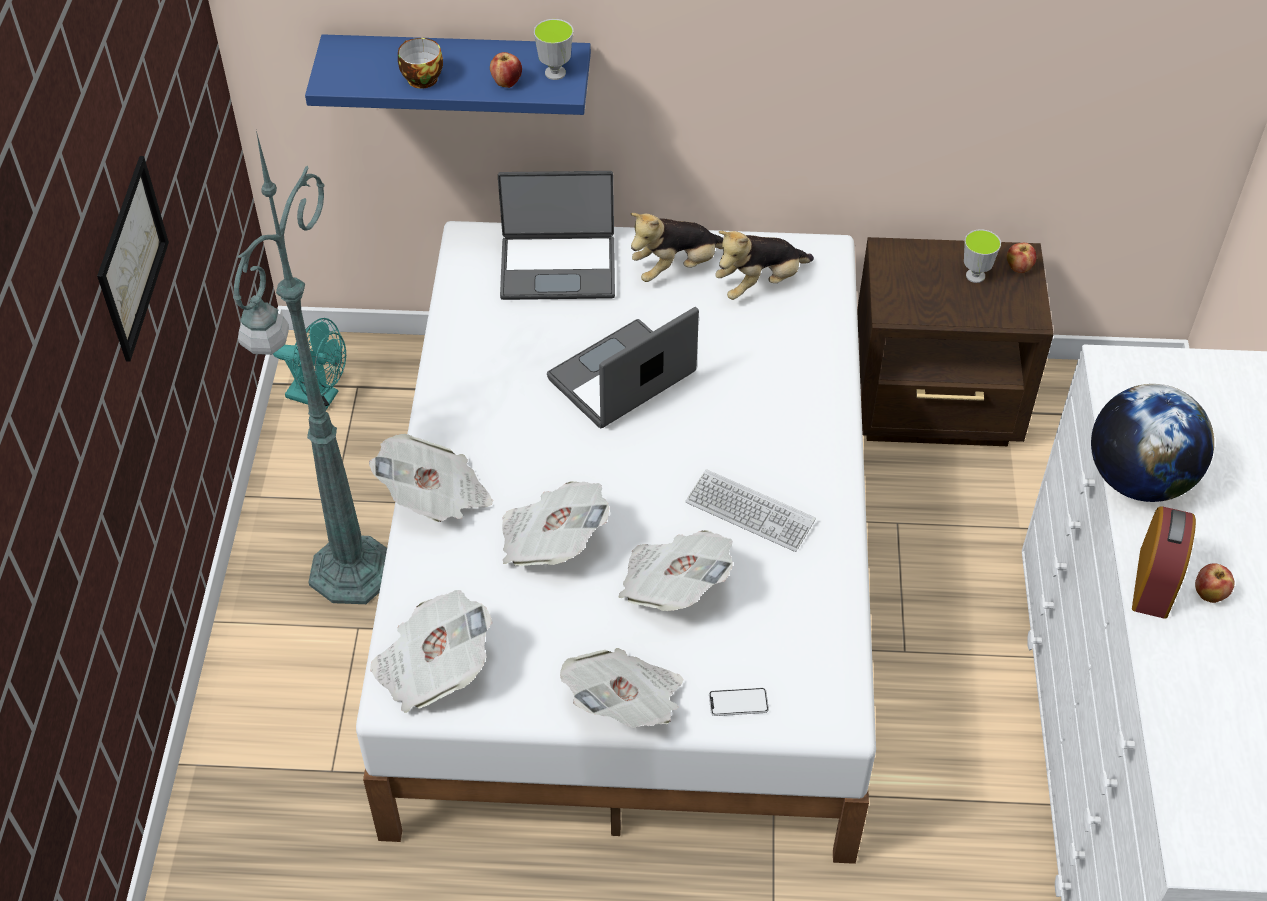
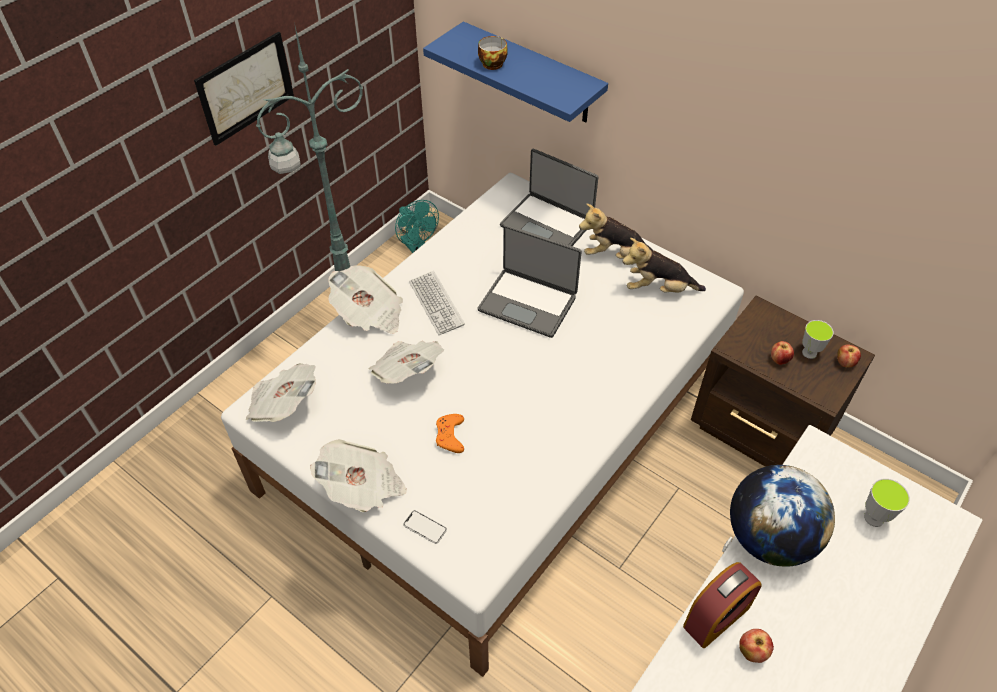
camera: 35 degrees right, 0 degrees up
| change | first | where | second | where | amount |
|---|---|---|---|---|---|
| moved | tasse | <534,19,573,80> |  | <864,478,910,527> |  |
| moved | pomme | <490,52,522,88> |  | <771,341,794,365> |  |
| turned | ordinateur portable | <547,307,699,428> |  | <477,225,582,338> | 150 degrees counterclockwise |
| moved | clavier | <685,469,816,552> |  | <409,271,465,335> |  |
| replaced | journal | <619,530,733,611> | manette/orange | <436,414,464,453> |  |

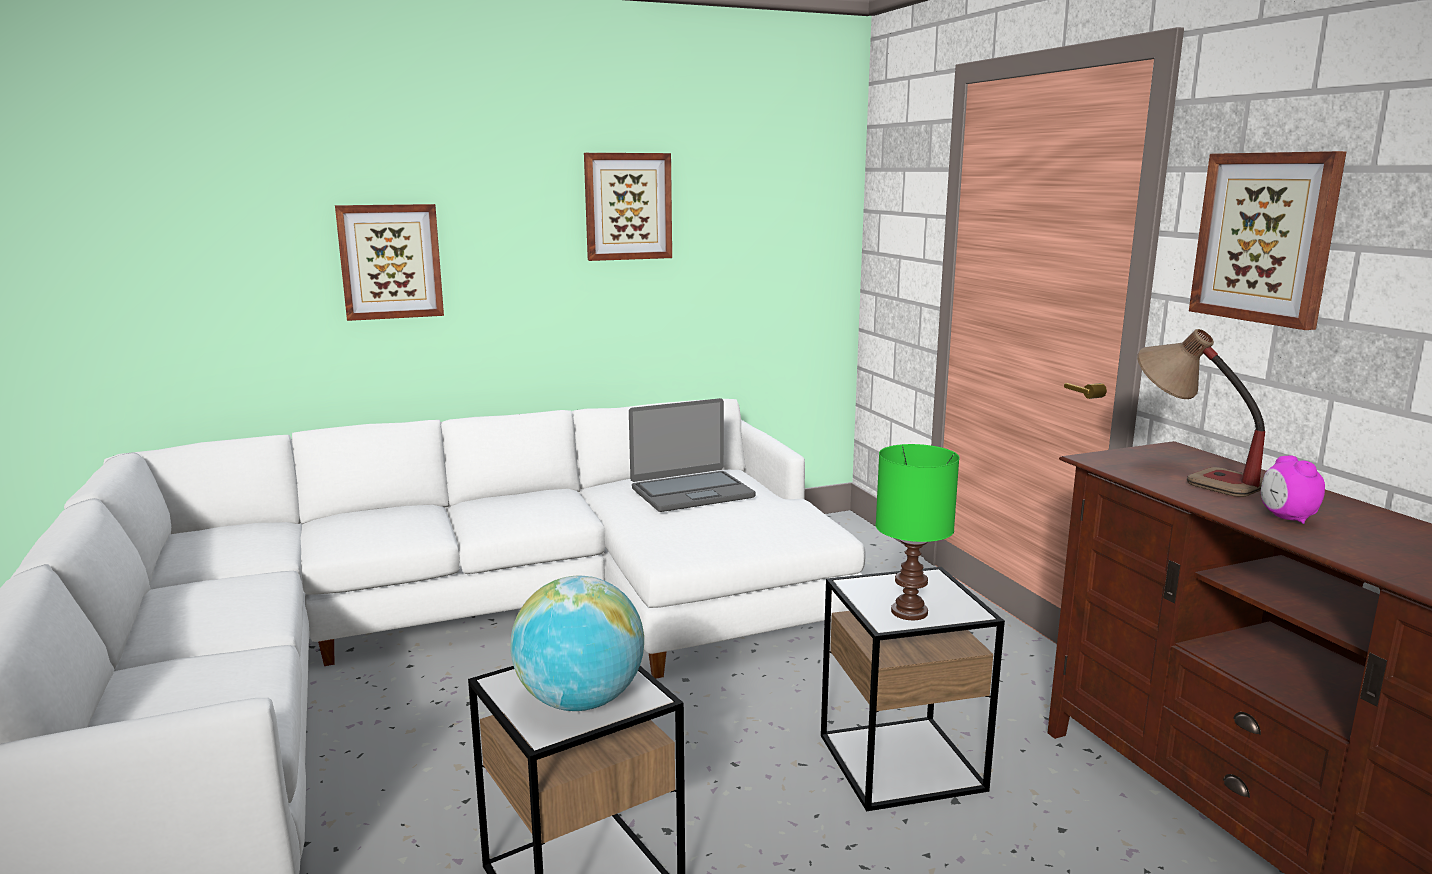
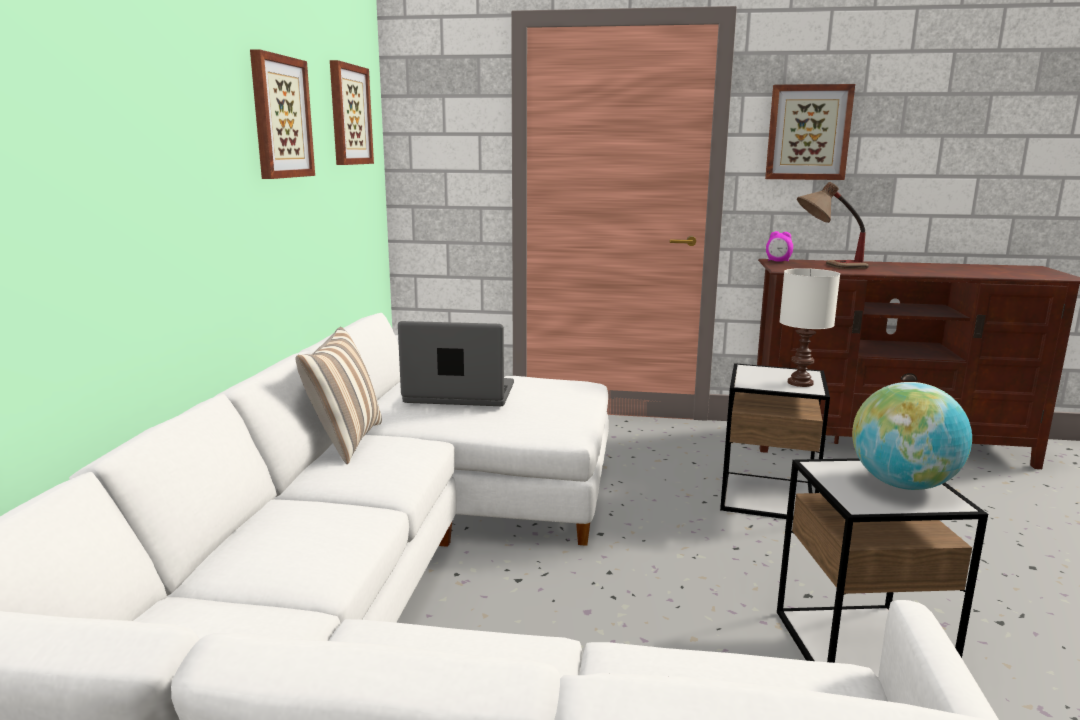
camera: 60 degrees left, 0 degrees up
| change | first | where | second | where | amount |
|---|---|---|---|---|---|
| moved | tableau | <335,204,444,321> |  | <330,60,374,165> |  |
| turned | ordinateur portable | <629,398,756,512> |  | <398,321,514,406> | 90 degrees counterclockwise |
| recoloured | lampe de table/vert | <876,444,959,620> | lampe de table/blanc | <779,268,840,387> |  |
| moved | réveil | <1261,455,1325,524> |  | <766,231,793,262> |  |
| added |  |  | coussin | <295,327,382,464> |  |

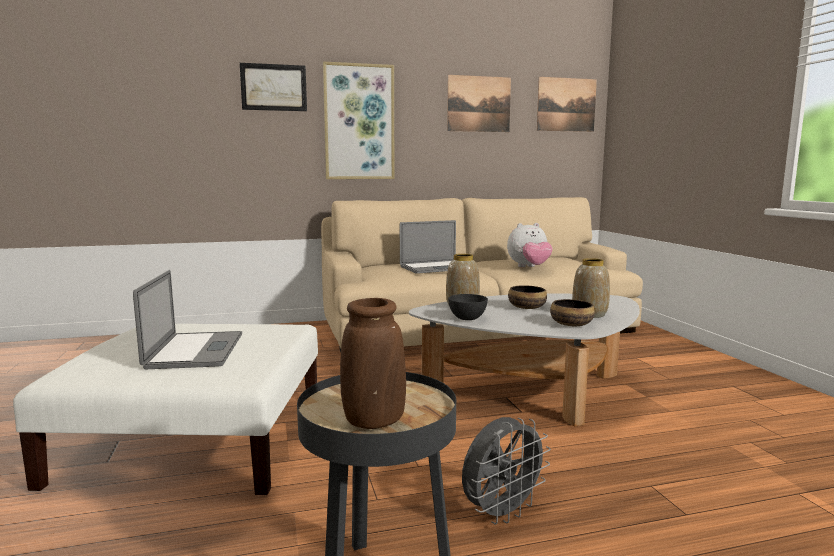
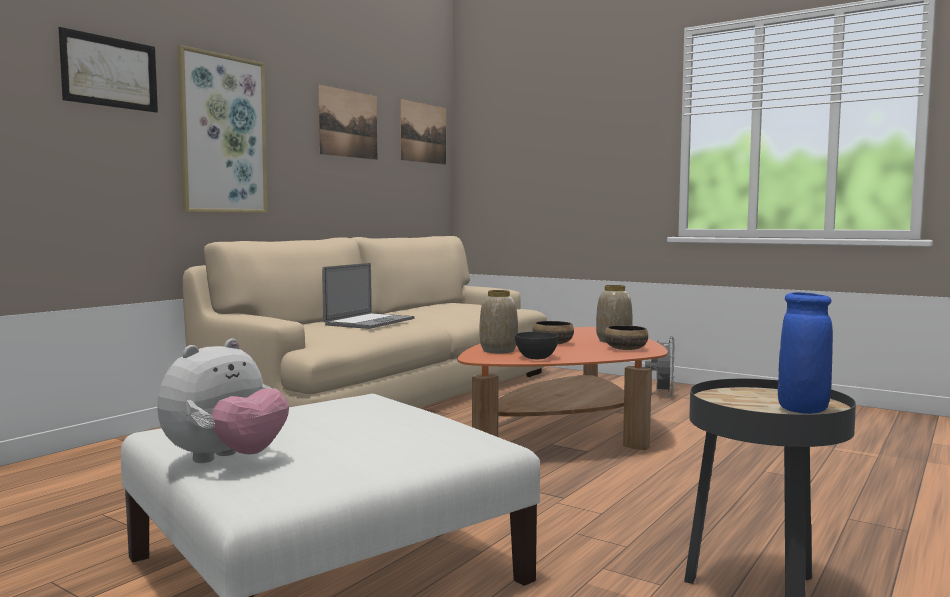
camera: 40 degrees left, 5 degrees down
| change | first | where | second | where | amount |
|---|---|---|---|---|---|
| moved | peluche | <507,223,553,267> |  | <157,339,289,463> |  |
| removed | ordinateur portable | <133,270,242,369> |  |  |  |
| recoloured | table basse/blanc | <409,294,640,426> | table basse/orange | <458,327,668,450> |  |
| recoloured | vase/marron | <340,298,406,429> | vase/bleu | <778,292,833,414> |  |
| moved | ventilateur/gris | <462,417,551,525> |  | <645,336,675,397> |  |

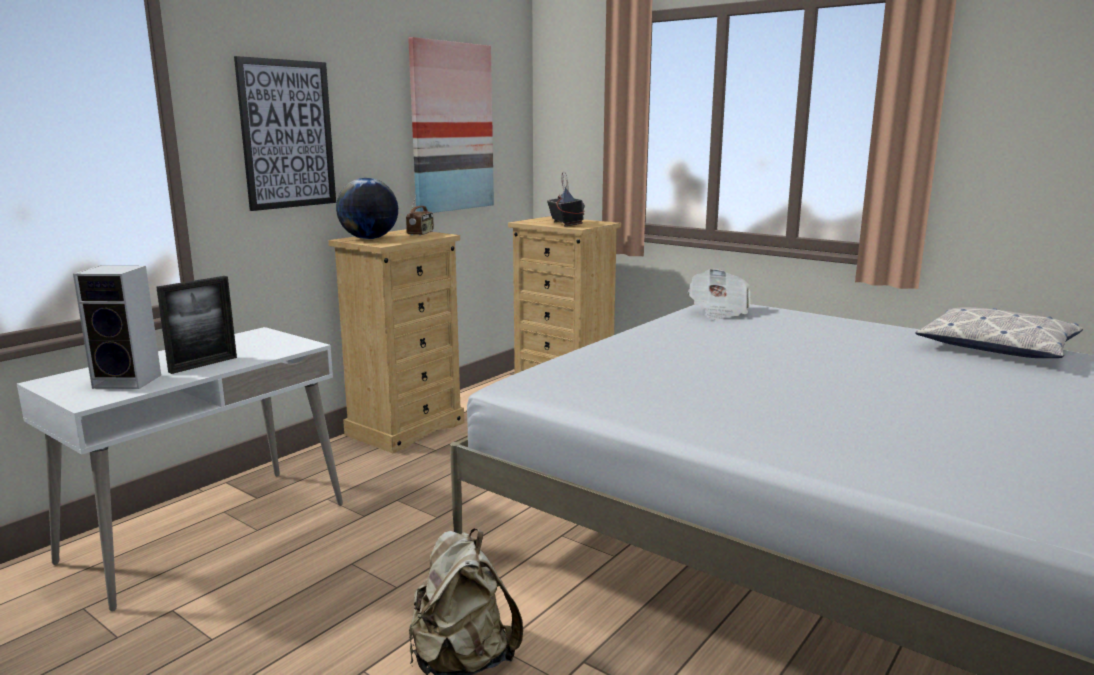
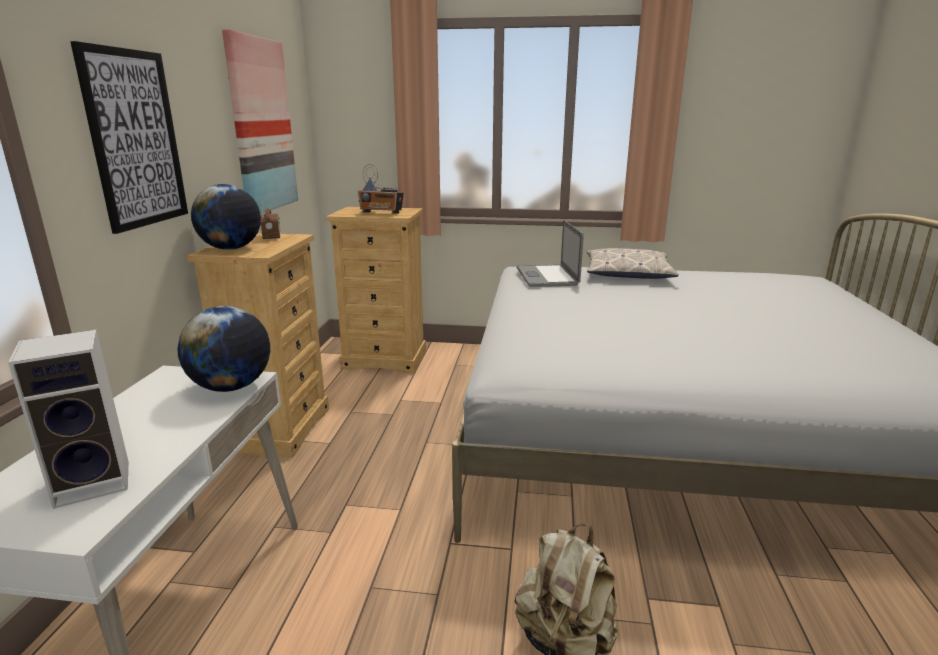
camera: 30 degrees left, 5 degrees up
| change | first | where | second | where | amount |
|---|---|---|---|---|---|
| turned | radio | <547,171,585,227> |  | <358,164,404,214> | 150 degrees clockwise |
| replaced | journal | <688,268,751,320> | ordinateur portable | <516,220,584,287> |  |
| removed | cadre photo | <156,276,237,374> |  |  |  |
| moved | coussin | <915,307,1083,358> |  | <587,248,679,279> |  |
| added |  |  | globe | <177,306,270,392> |  |

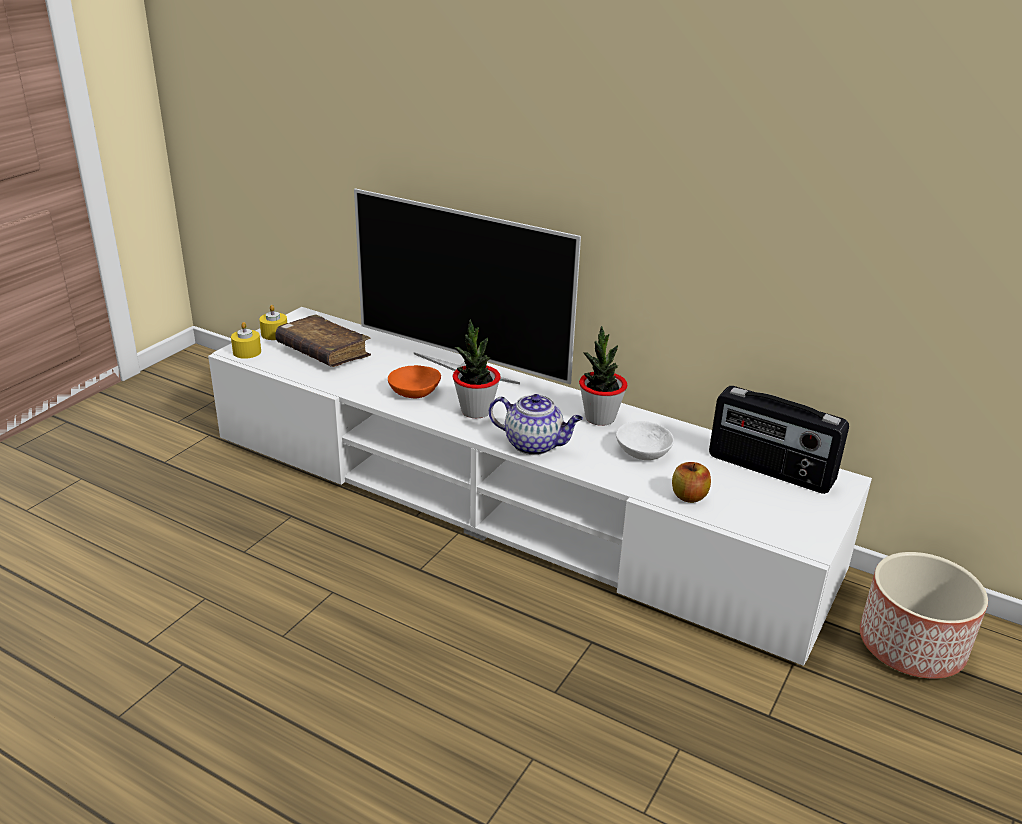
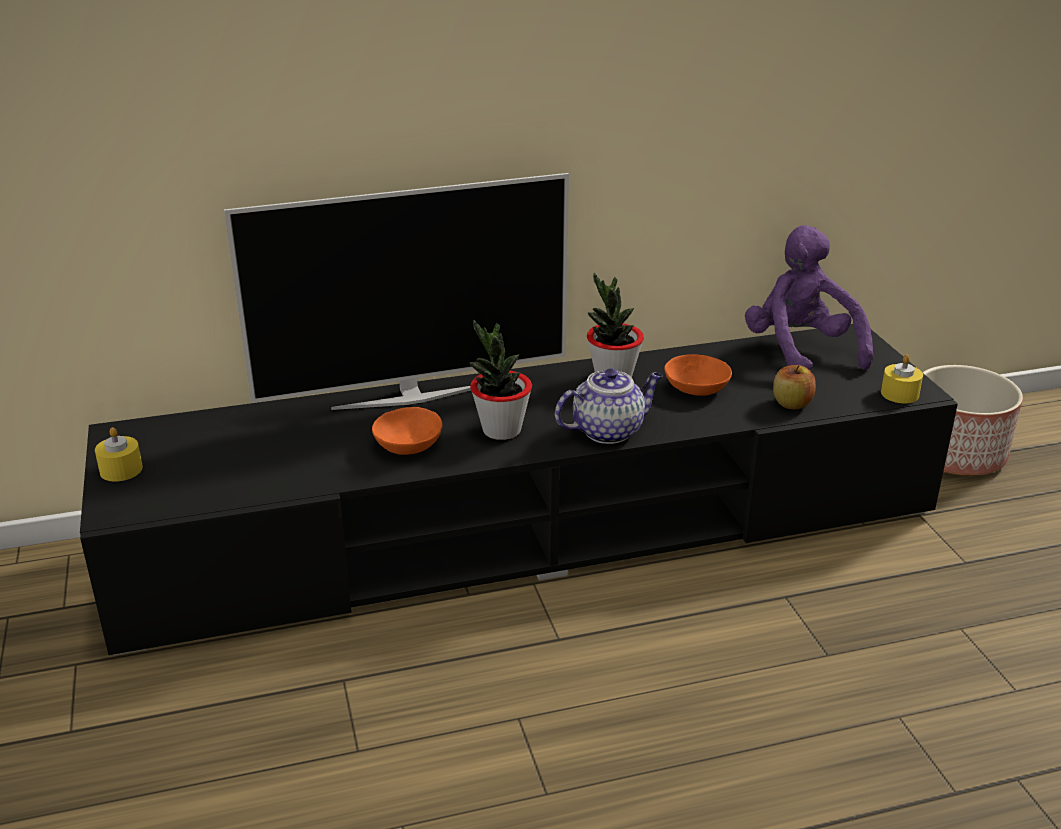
camera: 45 degrees left, 0 degrees up
| change | first | where | second | where | amount |
|---|---|---|---|---|---|
| recoloured | meuble télé/blanc | <208,307,872,666> | meuble télé/noir | <80,324,958,655> |  |
| removed | livre/marron | <275,314,371,367> |  |  |  |
| moved | bougie/jaune | <231,322,261,359> |  | <881,354,923,403> |  |
| replaced | radio | <709,386,849,494> | peluche/violet | <745,225,873,371> |  |
| recoloured | bol/blanc | <616,421,674,460> | bol/orange | <664,354,732,396> |  |

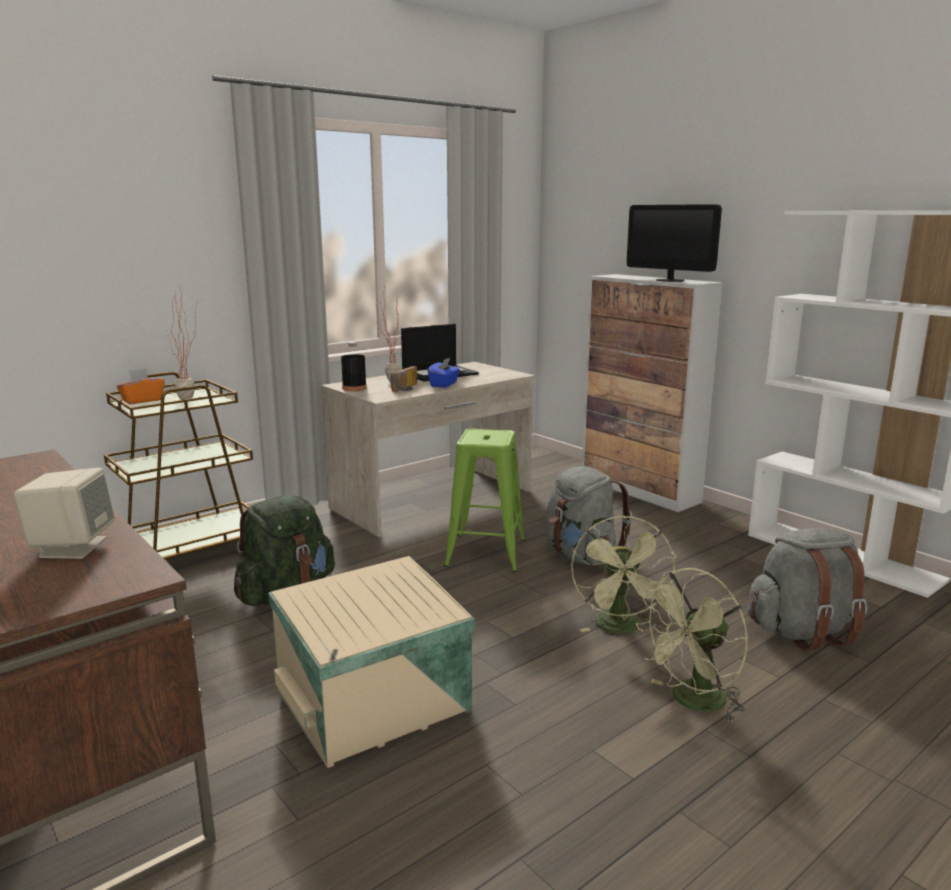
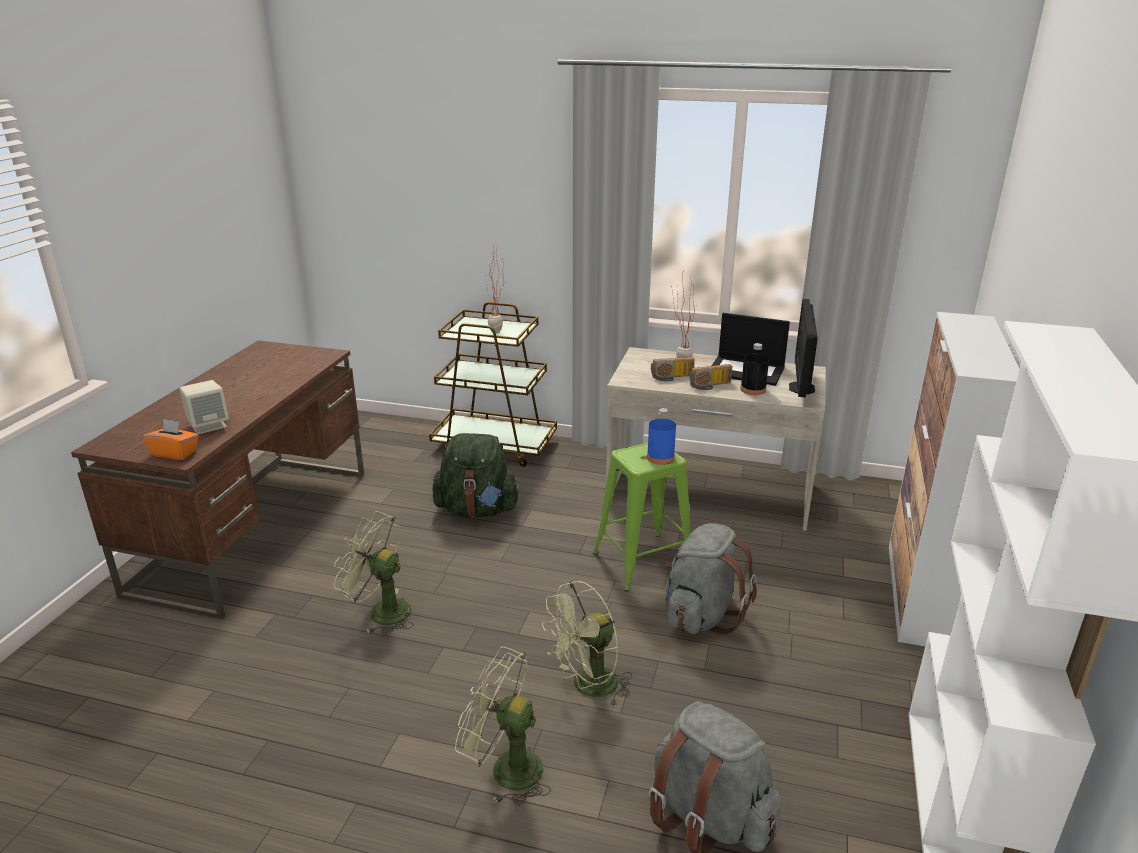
camera: 55 degrees right, 10 degrees up
| change | first | where | second | where | amount |
|---|---|---|---|---|---|
| moved | écran d'ordinateur | <627,204,722,282> |  | <789,299,818,397> |  |
| moved | bouteille/noir | <341,342,367,391> |  | <740,343,769,395> |  |
| replaced | boîte à mouchoirs/bleu | <428,358,460,388> | radio | <690,364,732,390> |  |
| moved | boîte à mouchoirs/orange | <117,368,165,404> |  | <143,419,199,460> |  |
| replaced | boîte de rangement/beige | <268,556,475,768> | ventilateur/vert | <334,511,414,635> |  |
| added |  |  | bouteille/bleu | <647,408,676,465> |  |

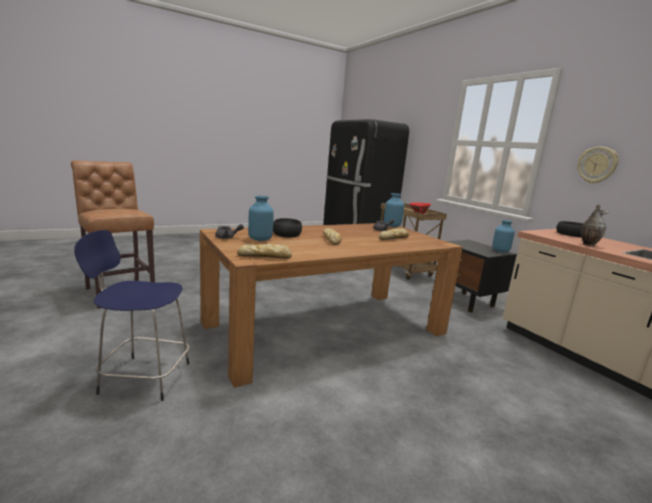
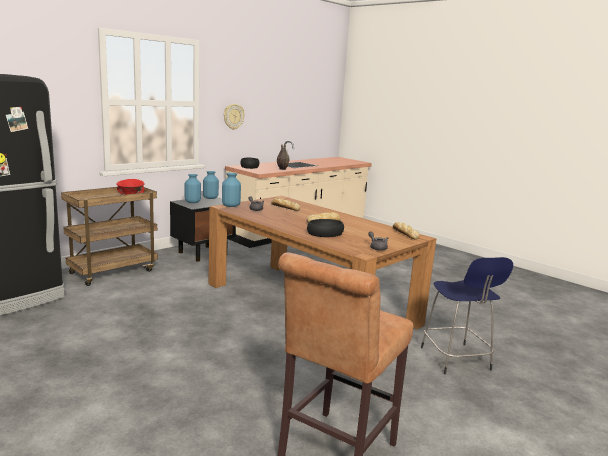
camera: 105 degrees left, 0 degrees up
| change | first | where | second | where | amount |
|---|---|---|---|---|---|
| moved | vase/bleu | <248,196,274,241> |  | <185,174,201,203> |  |

